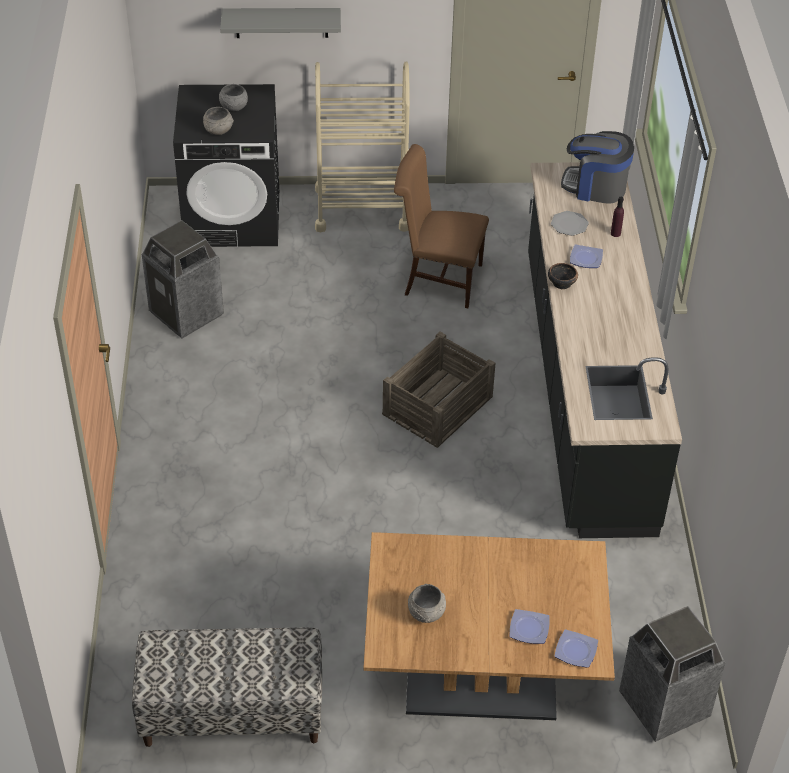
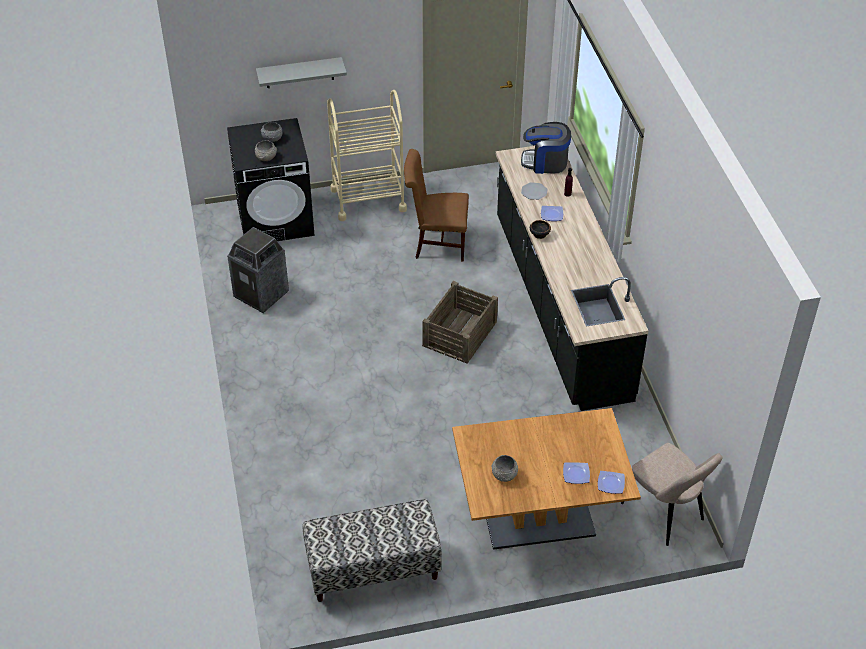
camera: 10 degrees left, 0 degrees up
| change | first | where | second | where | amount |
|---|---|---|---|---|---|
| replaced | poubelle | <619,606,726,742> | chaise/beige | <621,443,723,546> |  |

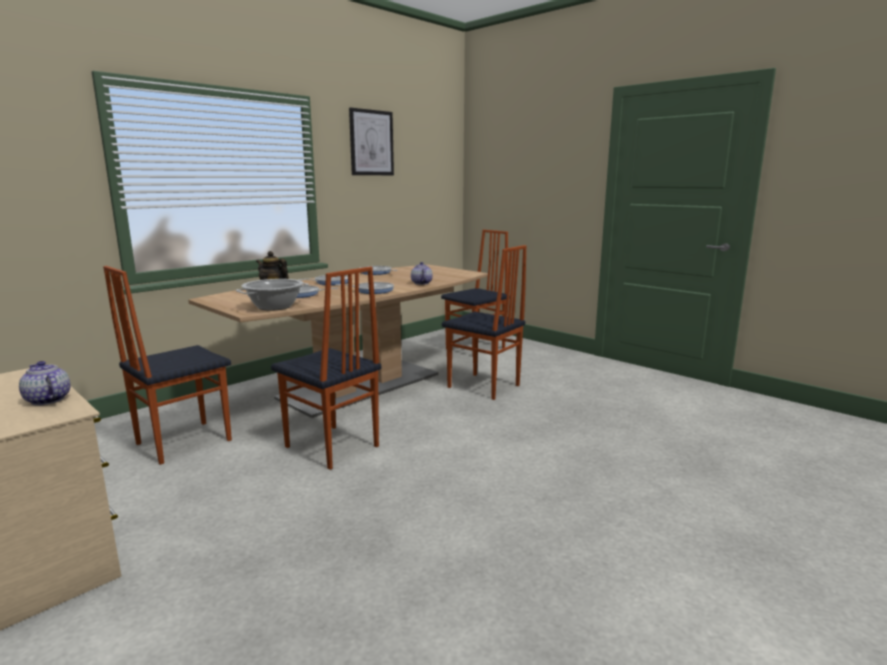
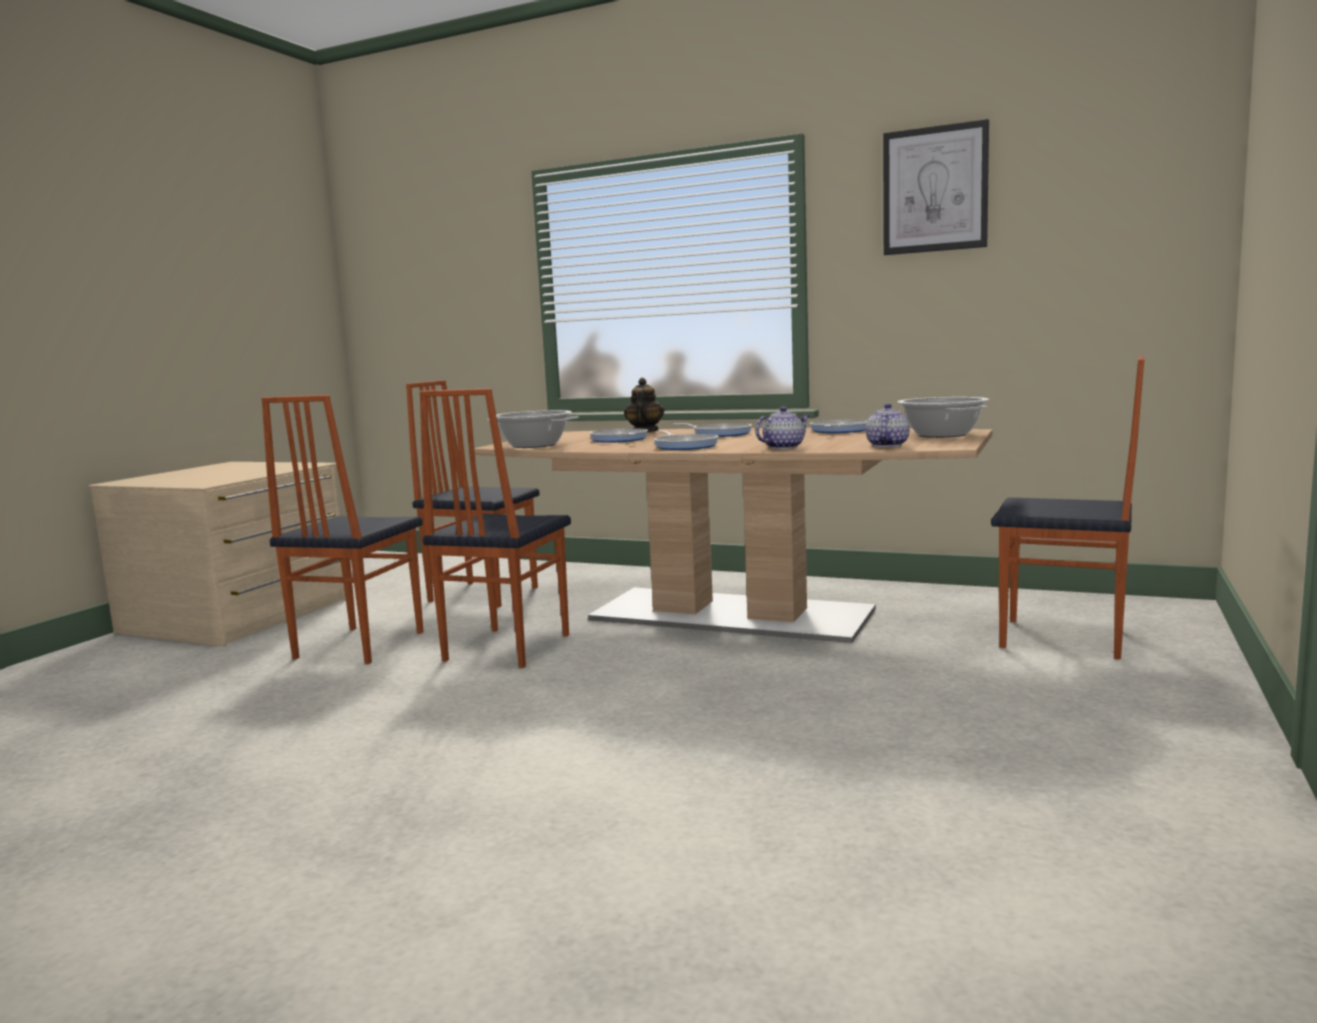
camera: 70 degrees right, 5 degrees down
| change | first | where | second | where | amount |
|---|---|---|---|---|---|
| moved | chaise | <442,245,527,400> |  | <261,395,423,664> |  |
| moved | théière | <19,361,70,405> |  | <866,404,910,447> |  |
| added |  |  | marmite | <898,397,989,438> |  |

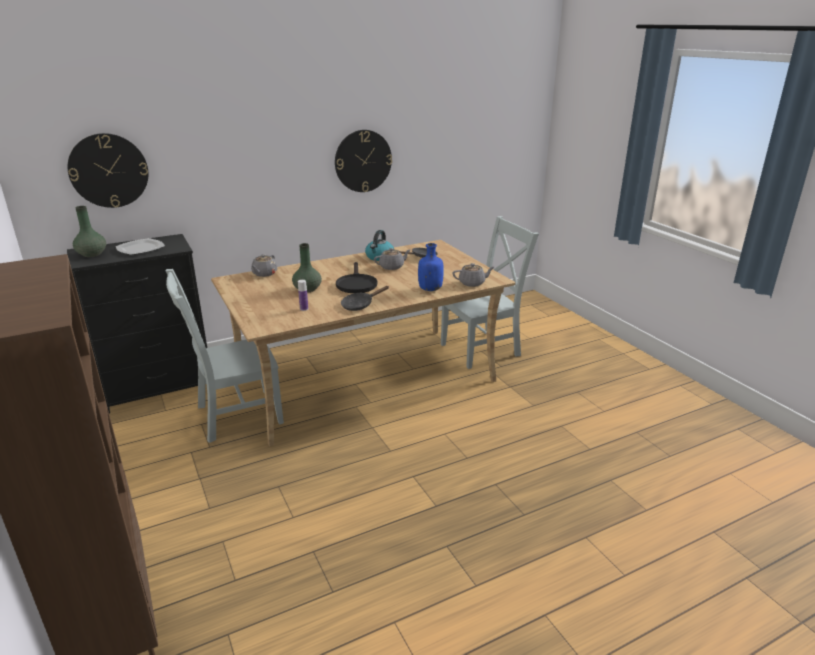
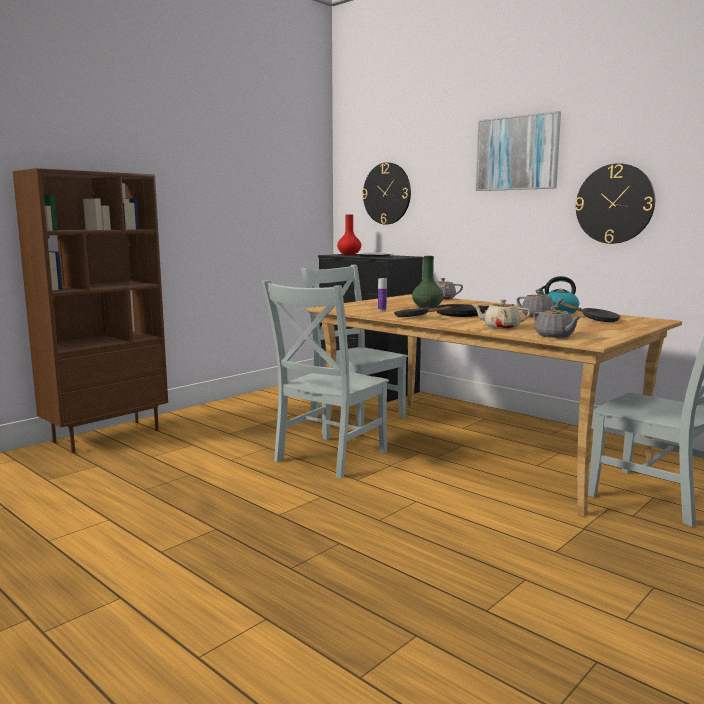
camera: 70 degrees right, 15 degrees down
| change | first | where | second | where | amount |
|---|---|---|---|---|---|
| recoloured | vase/vert | <73,206,106,257> | vase/rouge | <337,215,361,255> |  |
| replaced | bouteille/bleu | <418,243,444,291> | théière/beige | <472,299,531,329> |  |
| added |  |  | tableau | <476,111,561,191> |  |
| added |  |  | chaise/gris | <261,280,389,479> |  |

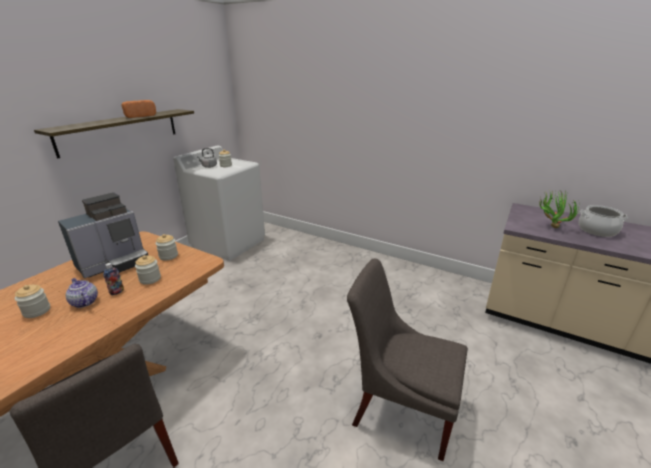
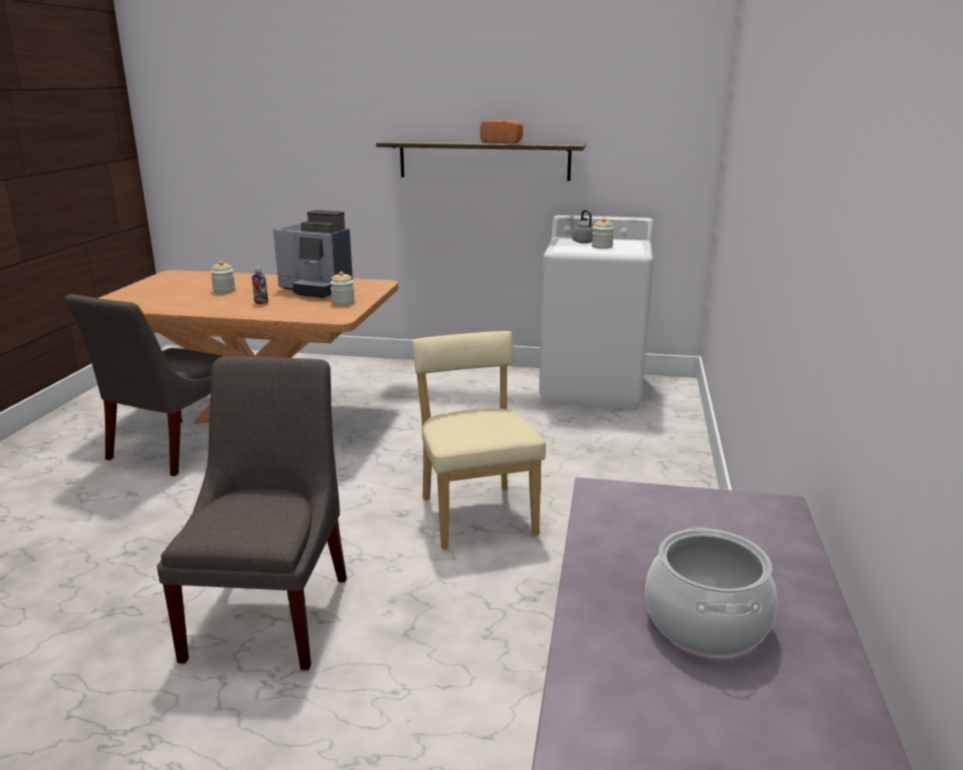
camera: 70 degrees right, 5 degrees down
| change | first | where | second | where | amount |
|---|---|---|---|---|---|
| removed | plante en pot | <539,190,579,228> |  |  |  |
| removed | bocal | <135,255,161,285> |  |  |  |
| removed | théière | <66,278,98,308> |  |  |  |
| added |  |  | chaise/beige | <412,331,546,550> |  |

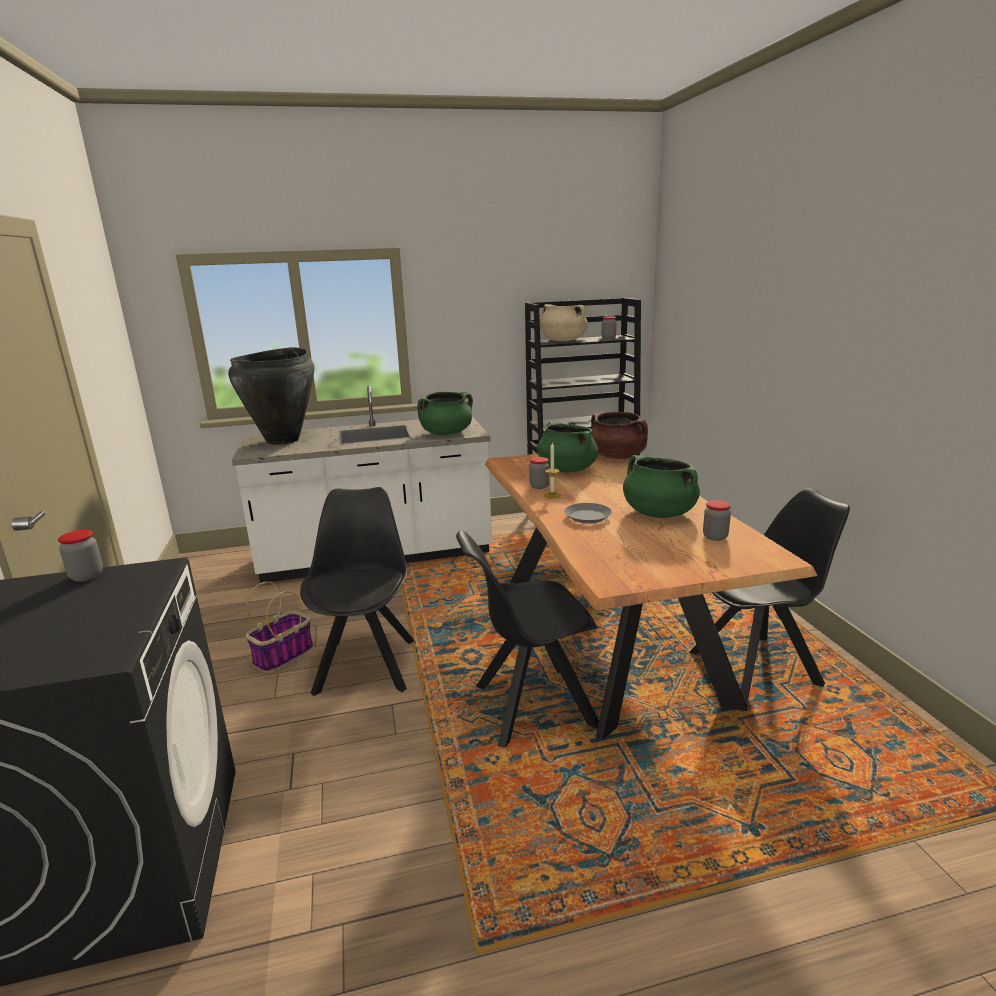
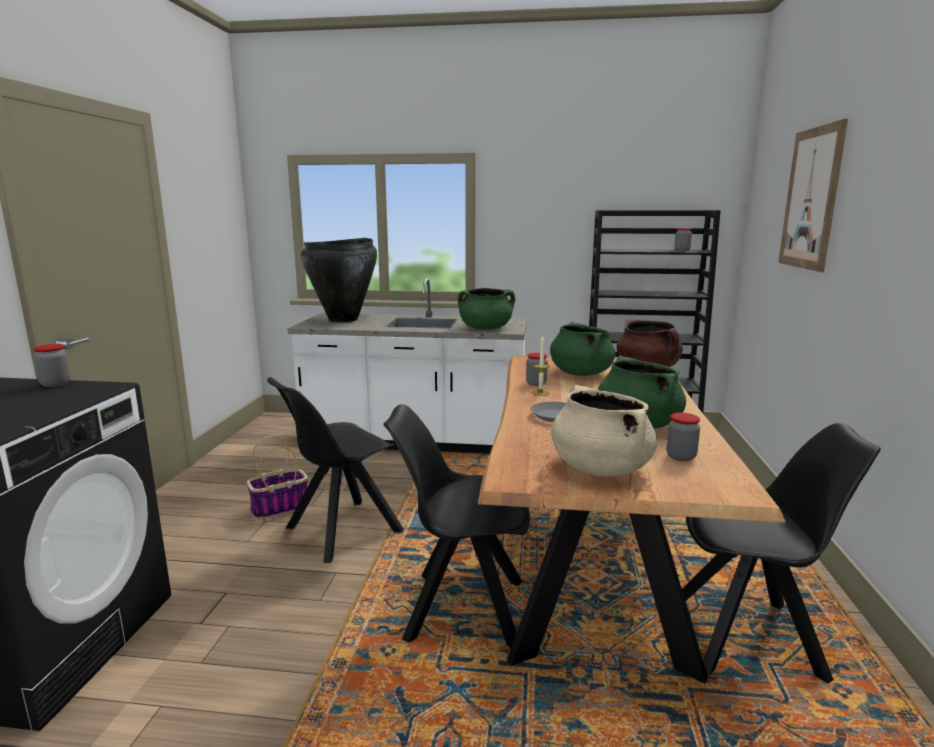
camera: 20 degrees right, 5 degrees down
| change | first | where | second | where | amount |
|---|---|---|---|---|---|
| moved | marmite/beige | <540,304,588,342> |  | <551,385,657,476> |  |
| turned | chaise/noir | <300,487,415,696> |  | <267,377,404,563> | 150 degrees counterclockwise |
| added |  |  | tableau | <778,119,848,272> |  |

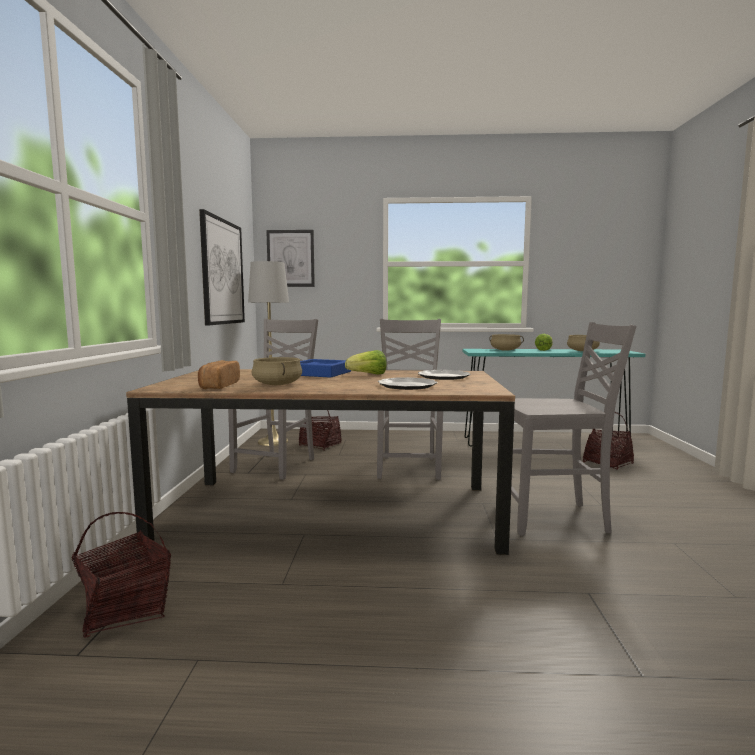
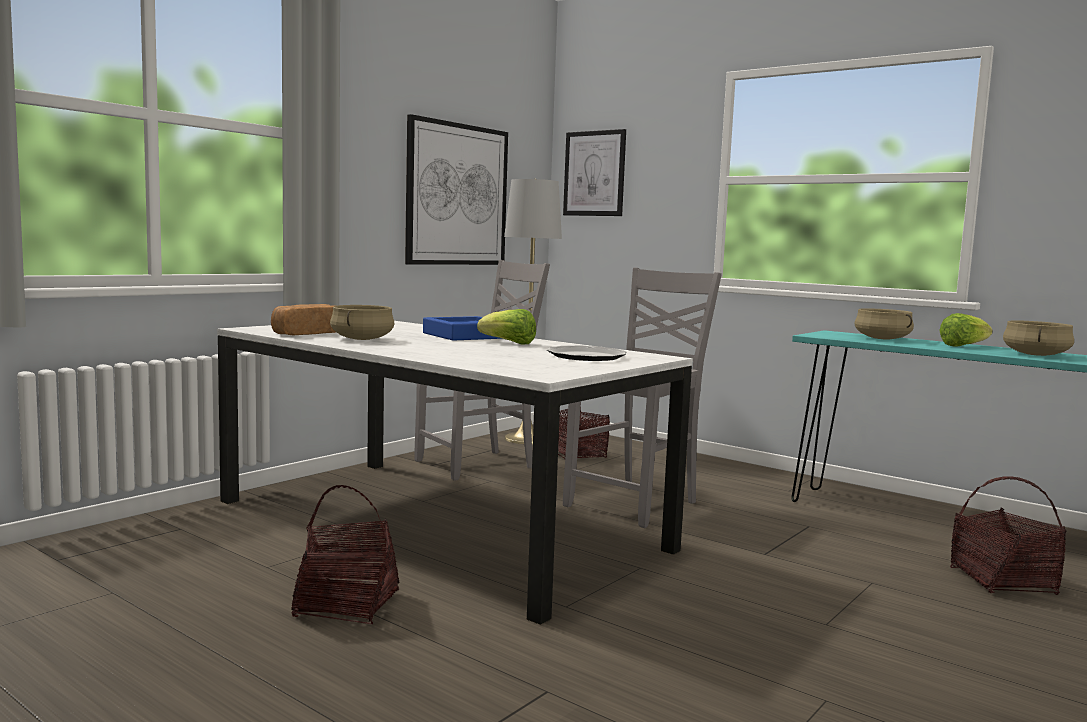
camera: 35 degrees right, 0 degrees up
| change | first | where | second | where | amount |
|---|---|---|---|---|---|
| removed | chaise/gris | <511,322,636,536> |  |  |  |
| recoloured | table à manger/marron | <126,369,515,555> | table à manger/blanc | <217,321,693,625> |  |
| removed | assiette | <378,377,437,390> |  |  |  |
| moved | panier | <71,512,171,638> |  | <291,485,400,624> |  |

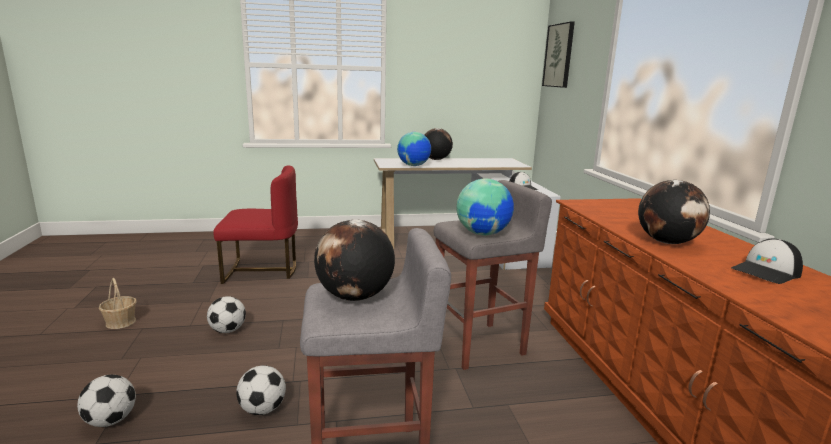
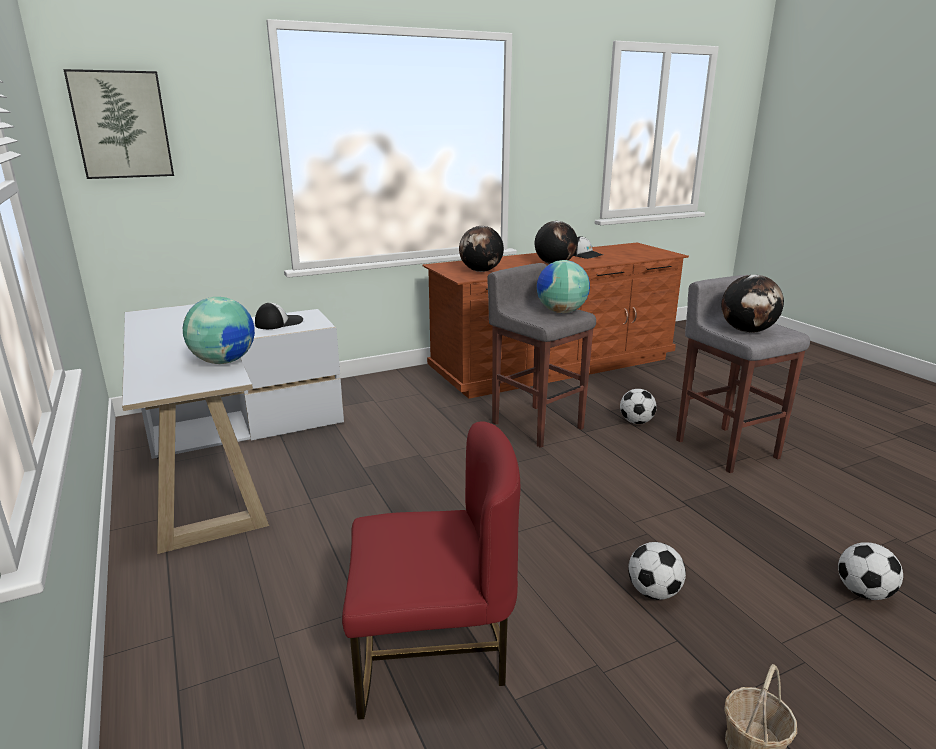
camera: 105 degrees left, 5 degrees up
| change | first | where | second | where | amount |
|---|---|---|---|---|---|
| moved | globe | <425,128,453,160> |  | <459,226,504,272> |  |
| turned | chaise/rouge | <213,166,298,284> |  | <342,422,520,720> | 105 degrees clockwise |
| moved | ballon de foot | <236,365,286,415> |  | <620,389,657,424> |  |

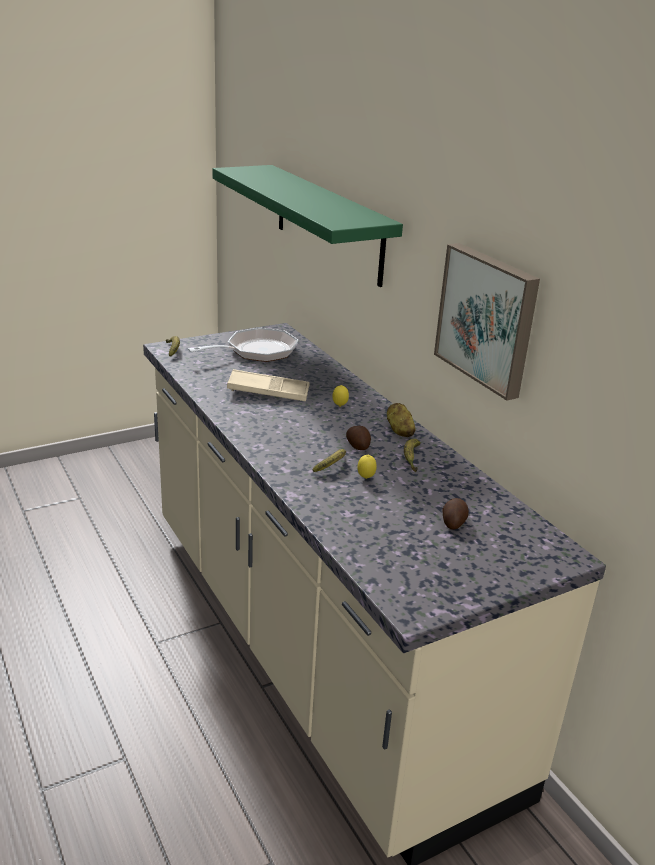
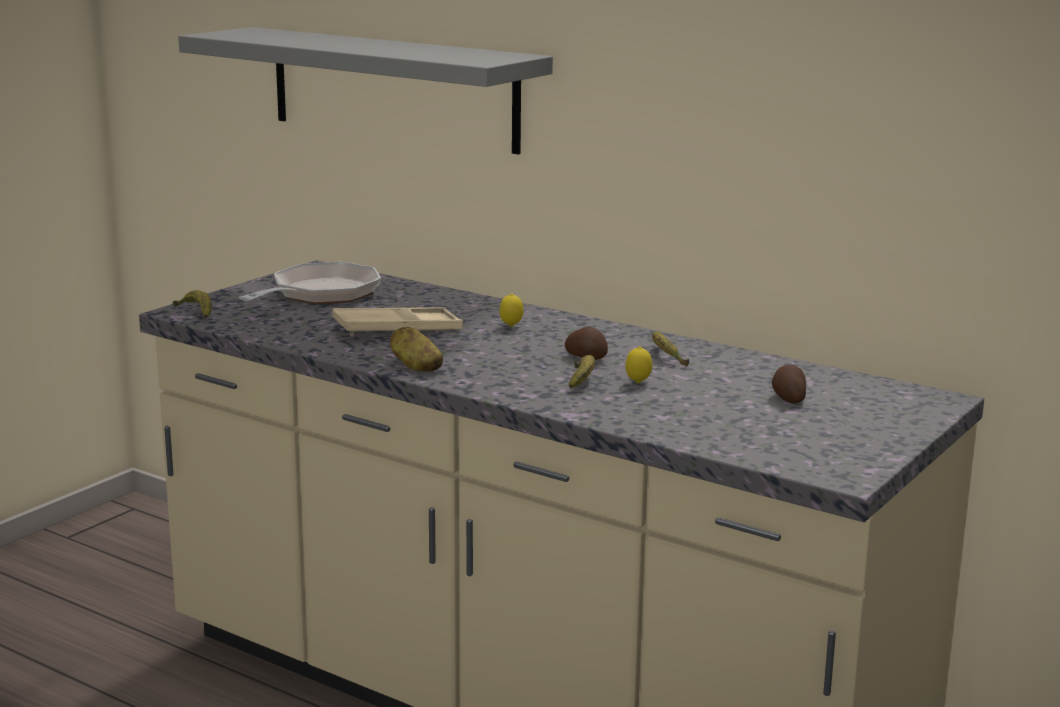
camera: 25 degrees left, 10 degrees down
| change | first | where | second | where | amount |
|---|---|---|---|---|---|
| recoloured | étagère/vert | <213,165,403,287> | étagère/gris | <178,27,553,155> |  |
| removed | tableau | <434,243,540,401> |  |  |  |
| moved | pomme de terre | <387,403,416,437> |  | <390,327,443,372> |  |

